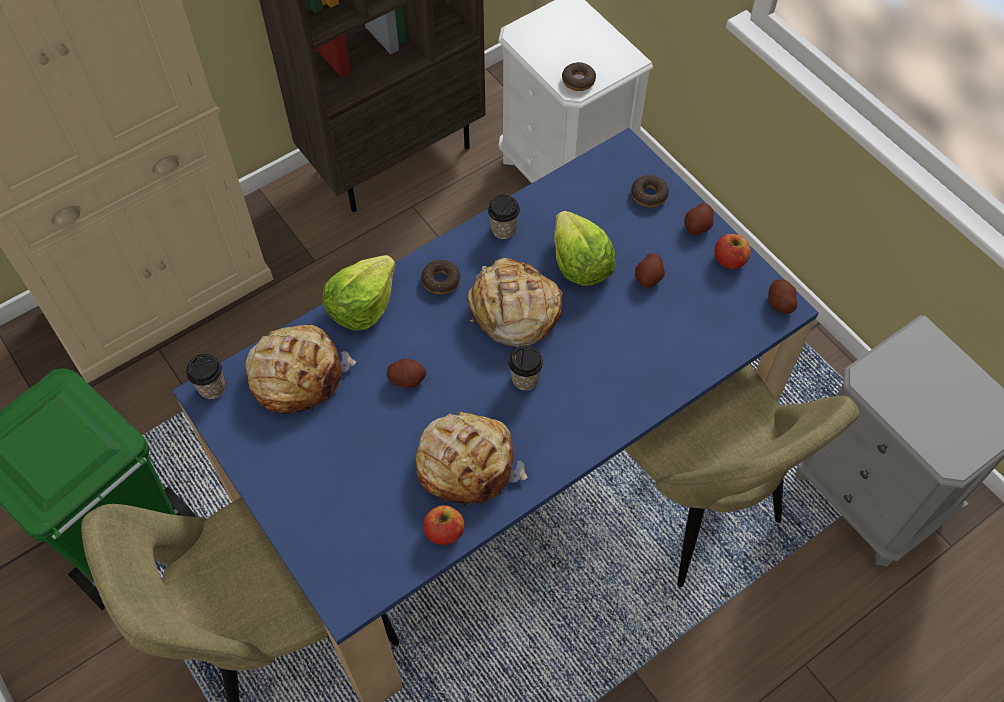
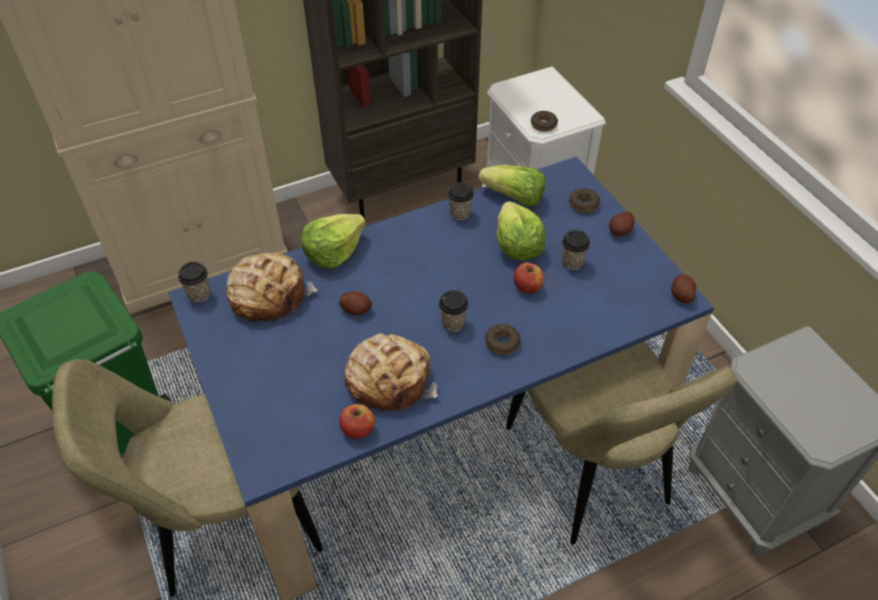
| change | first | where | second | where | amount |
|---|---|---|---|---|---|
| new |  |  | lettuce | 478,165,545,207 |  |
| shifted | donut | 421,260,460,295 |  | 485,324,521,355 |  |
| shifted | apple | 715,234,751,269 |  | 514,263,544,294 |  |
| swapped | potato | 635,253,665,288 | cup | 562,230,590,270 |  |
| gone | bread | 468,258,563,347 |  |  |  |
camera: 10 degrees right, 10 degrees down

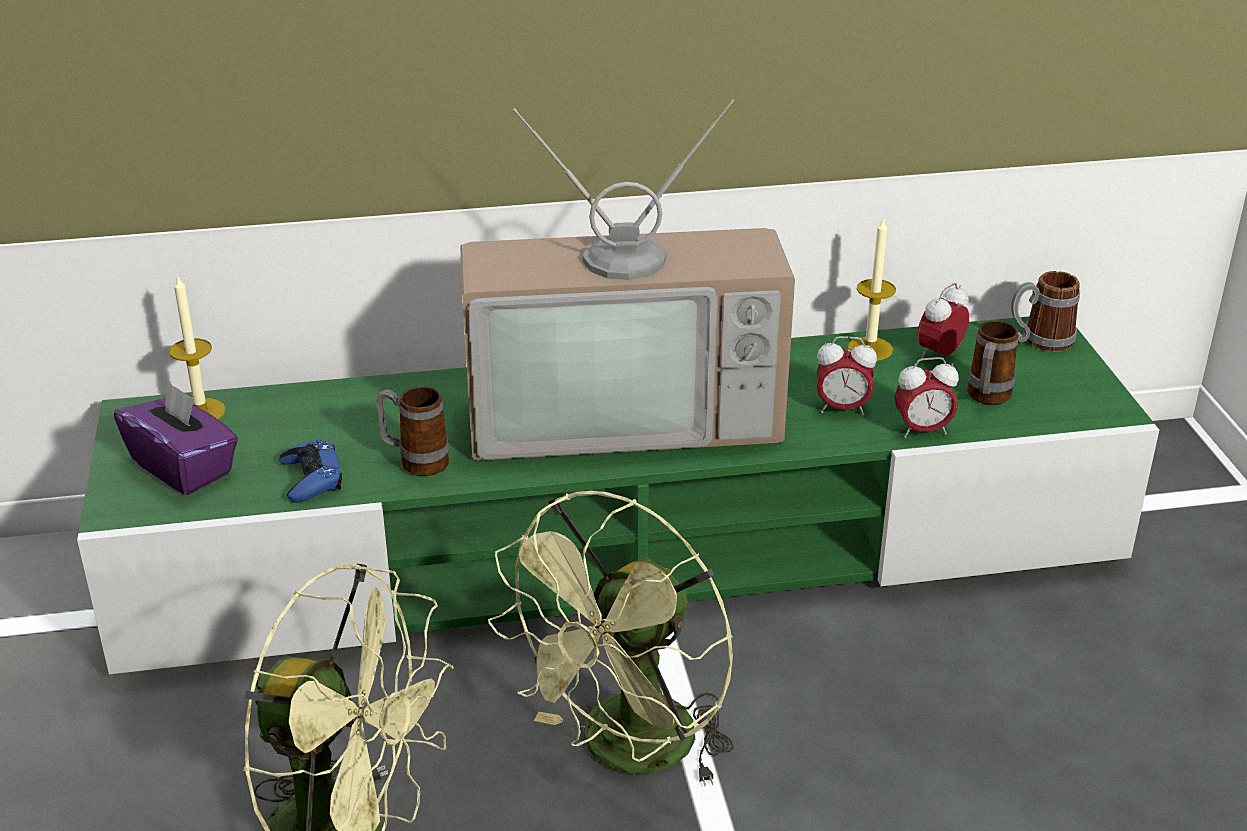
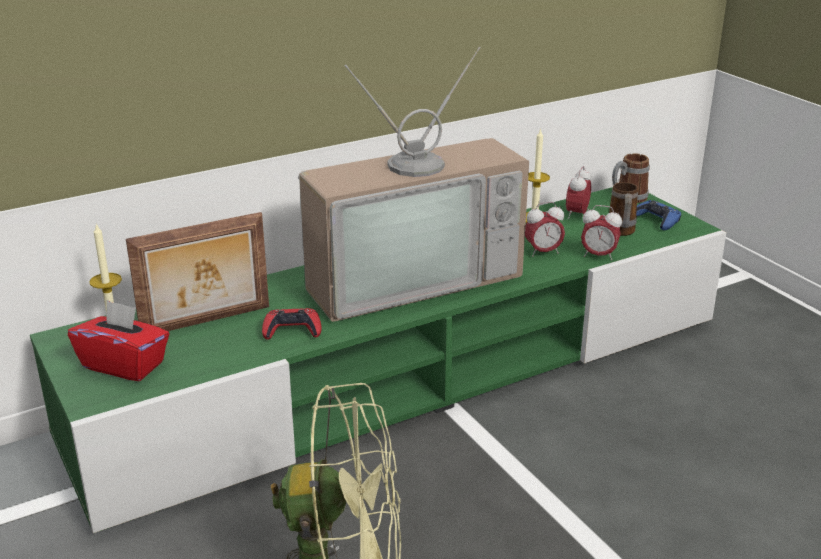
| change | first | where | second | where | amount |
|---|---|---|---|---|---|
| repainted | purple tissue box | 114,380,238,495 | red tissue box | 68,300,169,381 |  |
| new |  |  | picture frame | 126,212,269,331 |  |
| swapped | mug | 376,386,449,476 | red game controller | 262,308,322,340 |  |
| rotated | alarm clock | 895,357,959,438 |  | 581,205,622,261 | 45 degrees clockwise |
| shifted | blue game controller | 279,440,342,503 |  | 636,200,681,230 |  |
| gone | green fan | 488,491,734,787 |  |  |  |
camera: 20 degrees left, 5 degrees down

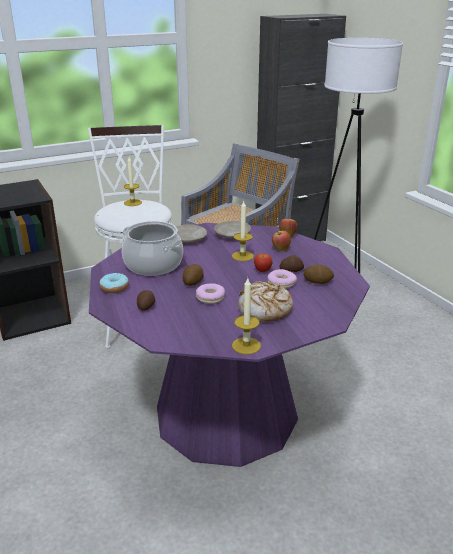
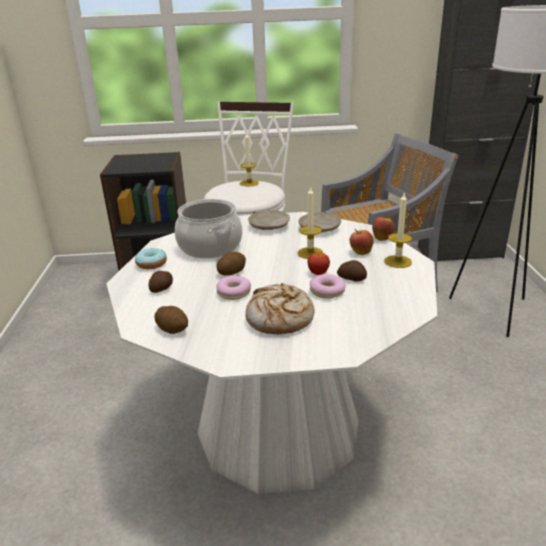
| change | first | where | second | where | amount |
|---|---|---|---|---|---|
| repainted | purple dining table | 89,223,370,467 | white dining table | 106,212,437,494 |  |
| shifted | potato | 304,264,334,284 |  | 155,306,188,334 |  |
| shifted | candle | 232,278,261,354 |  | 384,193,412,268 |  |
camera: 25 degrees right, 0 degrees up

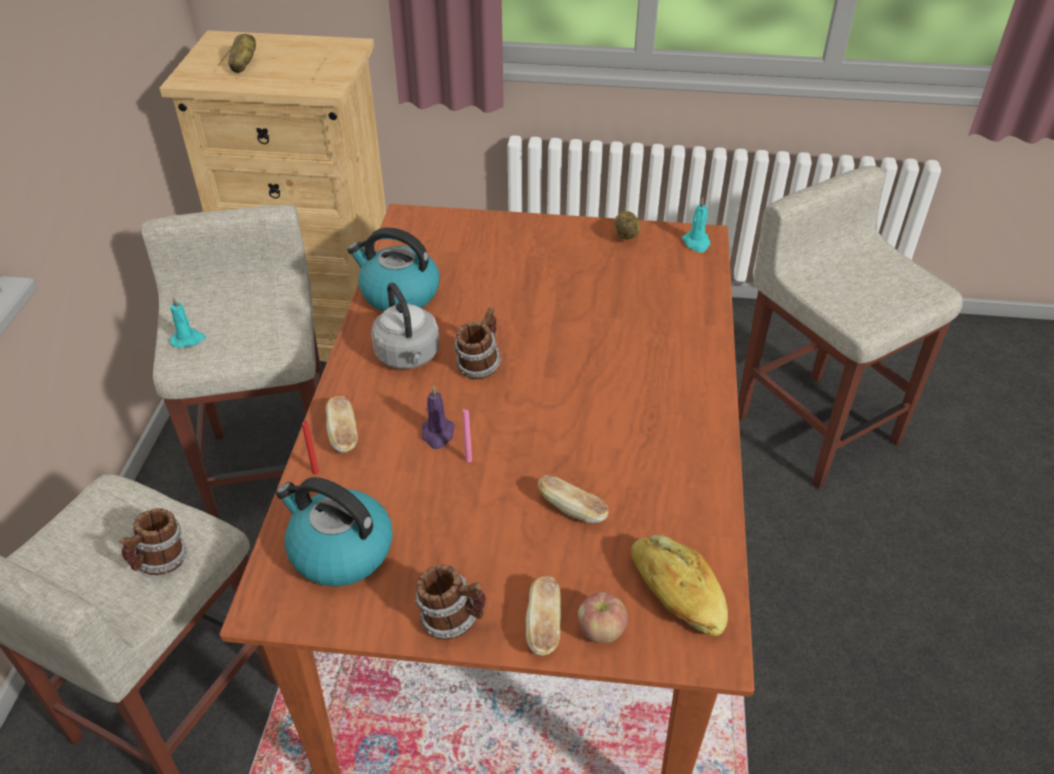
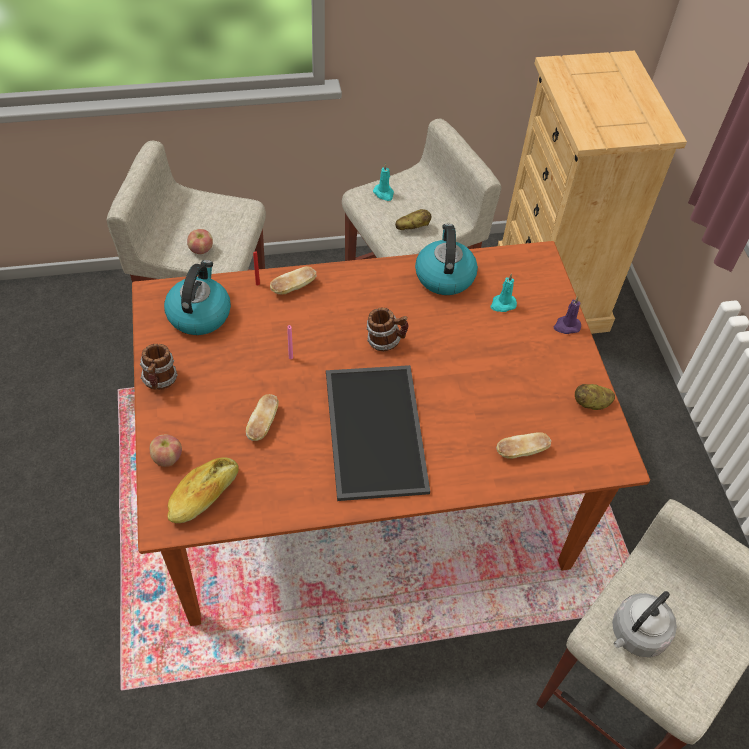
| change | first | where | second | where | amount |
|---|---|---|---|---|---|
| swapped | mug | 119,508,187,575 | apple | 187,229,213,254 |  |
| new |  |  | tray | 326,365,430,501 |  |
| shifted | potato | 228,34,256,73 |  | 395,209,431,230 |  |
| shifted | turquoise candle | 682,197,710,253 |  | 490,274,517,312 |  |
| shifted | bread | 526,576,561,656 |  | 496,432,551,459 |  |
| shifted | purple candle | 422,385,455,449 |  | 554,296,581,334 |  |
| shifted | grey kettle | 371,282,440,369 |  | 612,591,677,657 |  |
camera: 70 degrees right, 10 degrees up

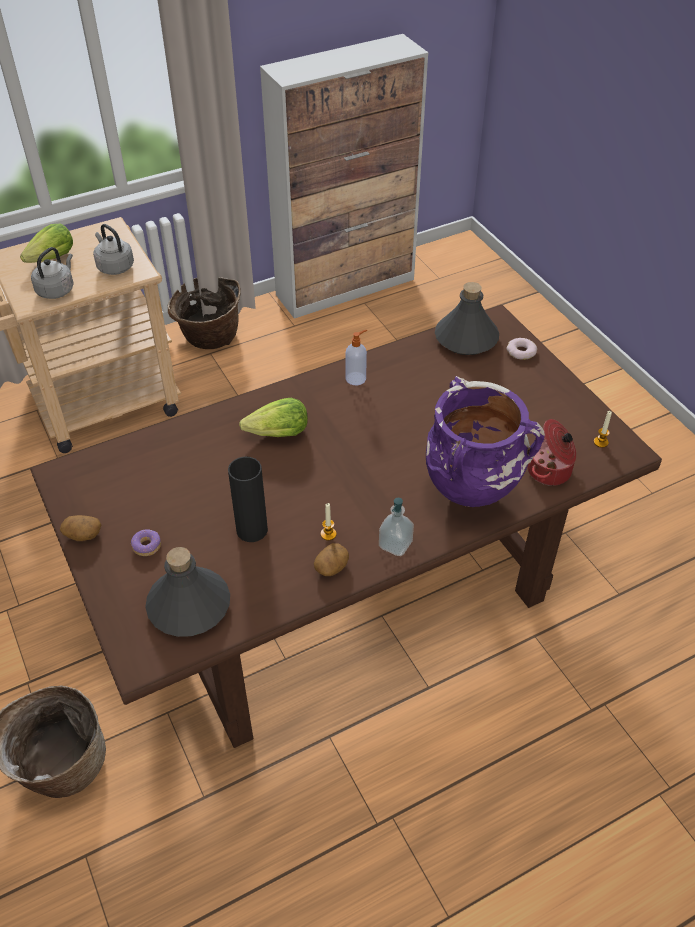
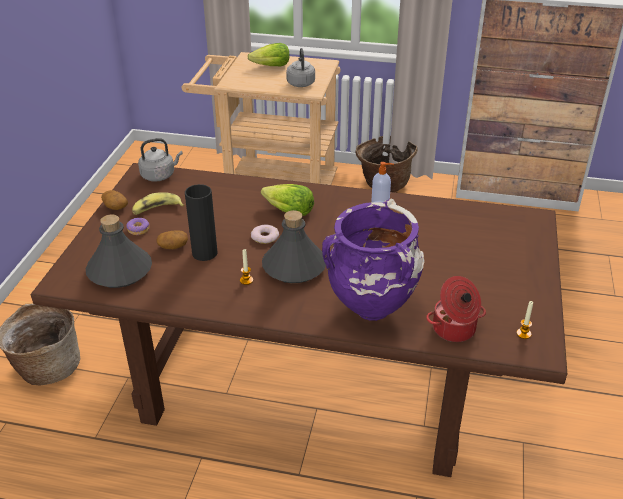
| change | first | where | second | where | amount |
|---|---|---|---|---|---|
| new |  |  | banana | 132,192,185,215 |  |
| shifted | grey kettle | 31,247,74,299 |  | 138,138,183,181 |  |
| shifted | potato | 314,543,349,576 |  | 156,231,188,249 |  |
| shifted | donut | 506,338,537,360 |  | 251,224,279,244 |  |
| shifted | grey bottle | 435,282,499,355 |  | 262,210,326,283 |  |
| gone | soap dispenser | 379,498,414,556 |  |  |  |
camera: 40 degrees right, 10 degrees down

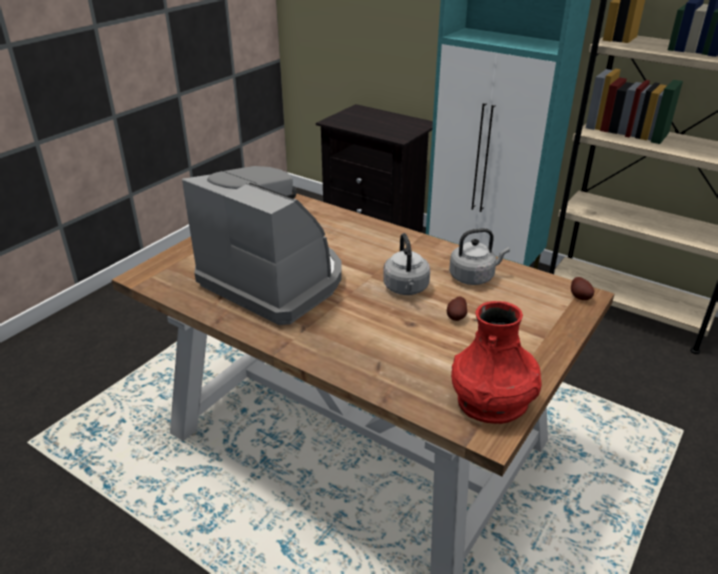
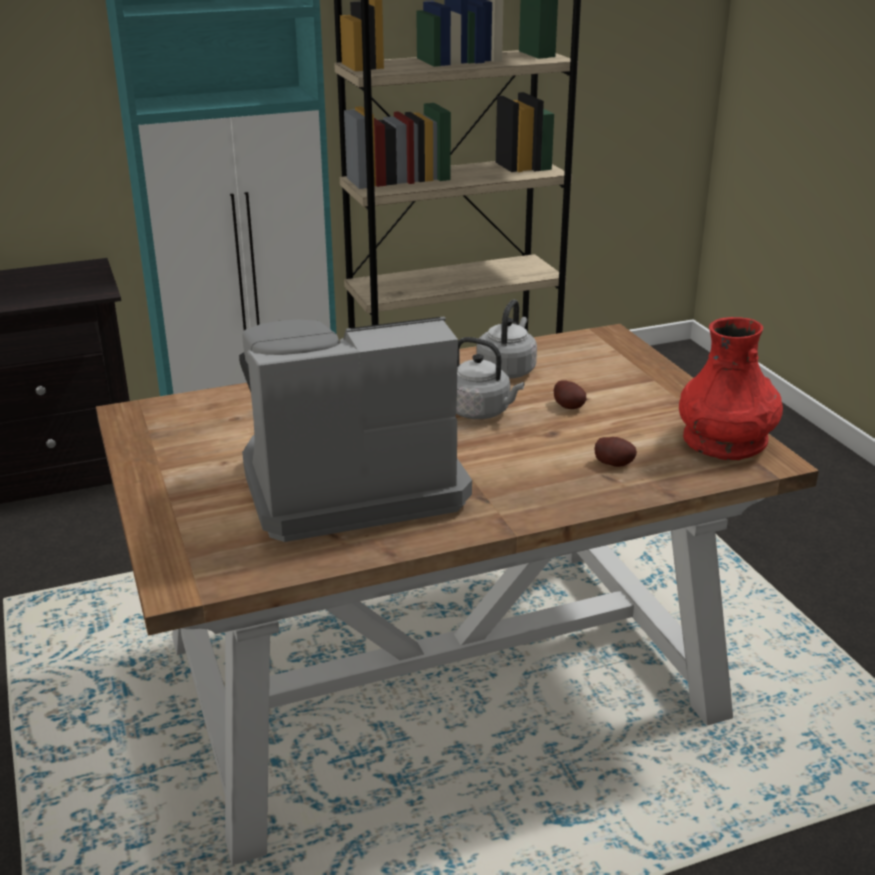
| change | first | where | second | where | amount |
|---|---|---|---|---|---|
| shifted | potato | 571,277,594,300 |  | 595,437,637,467 |  |
camera: 55 degrees left, 5 degrees down

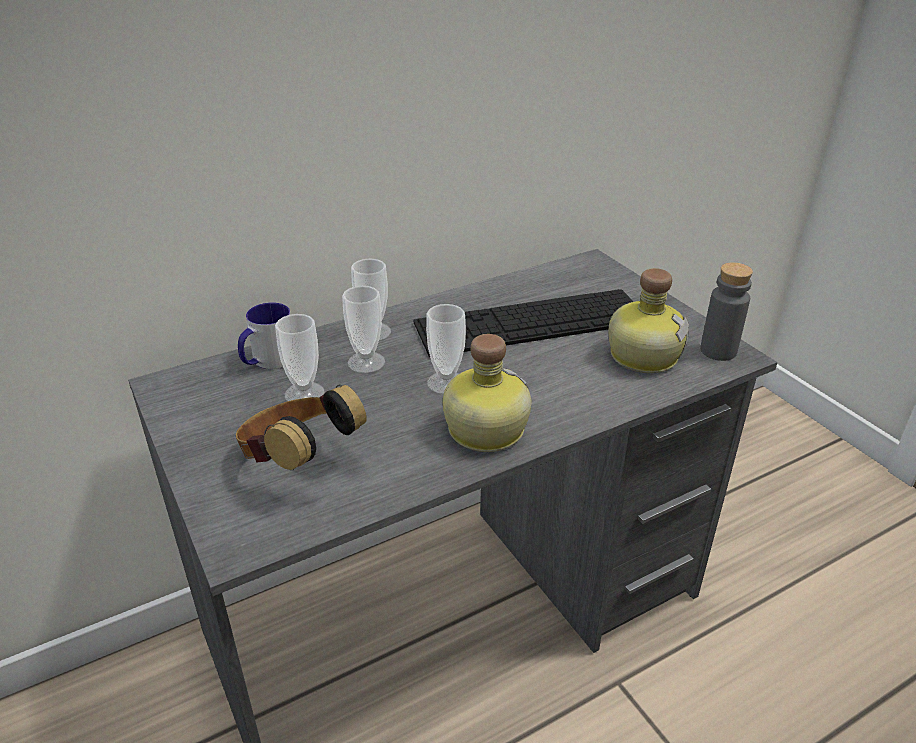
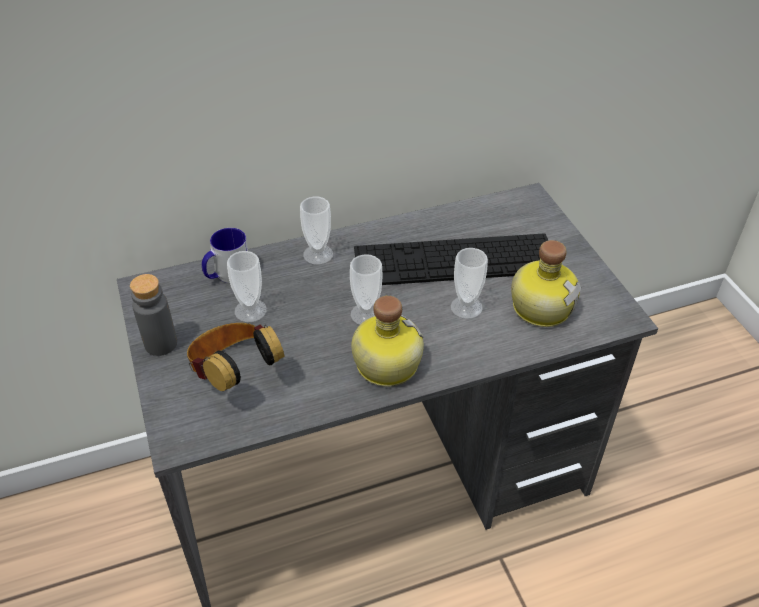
| change | first | where | second | where | amount |
|---|---|---|---|---|---|
| shifted | grey bottle | 700,262,753,361 |  | 130,274,177,356 |  |
| shifted | cup | 342,286,385,373 |  | 450,248,488,319 |  |
camera: 10 degrees right, 10 degrees up

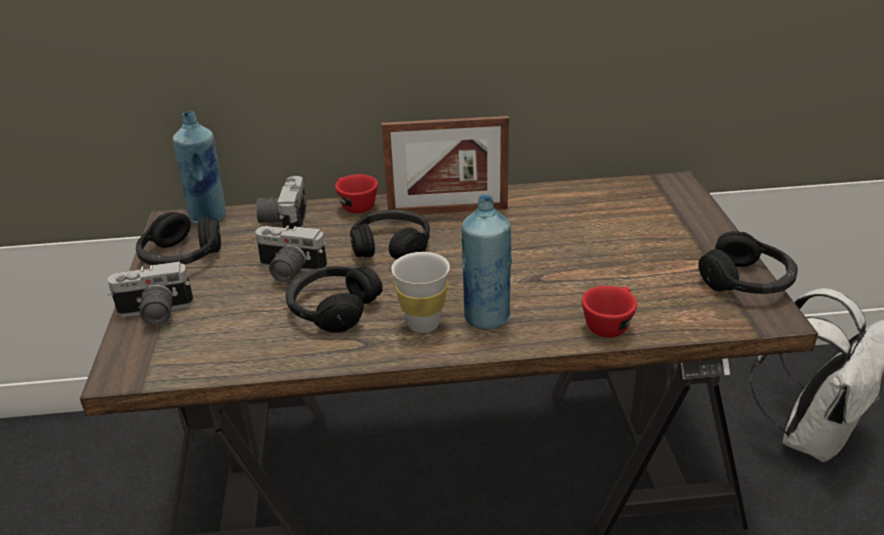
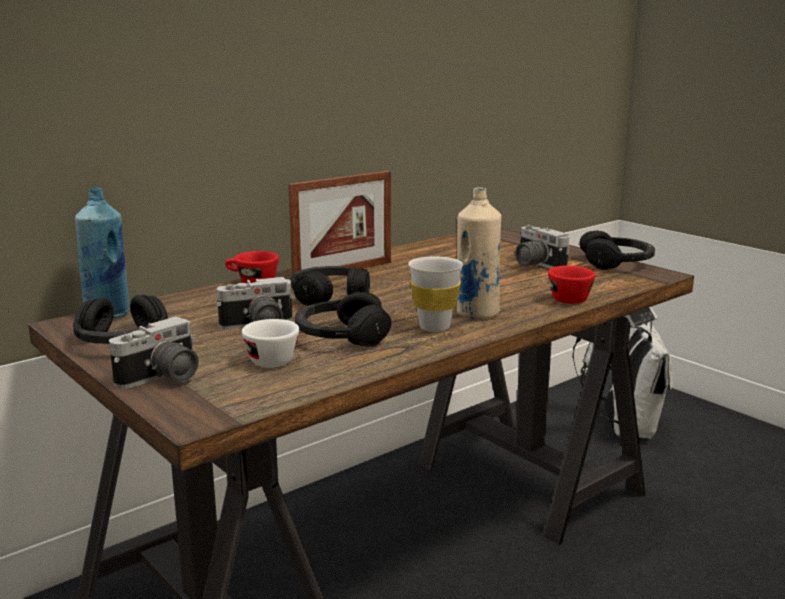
| change | first | where | second | where | amount |
|---|---|---|---|---|---|
| new |  |  | white cup | 242,319,299,368 |  |
| repainted | blue bottle | 462,194,512,330 | beige bottle | 457,188,502,320 |  |
| shifted | photo camera | 256,176,307,229 |  | 515,225,570,268 |  |
camera: 35 degrees left, 15 degrees down

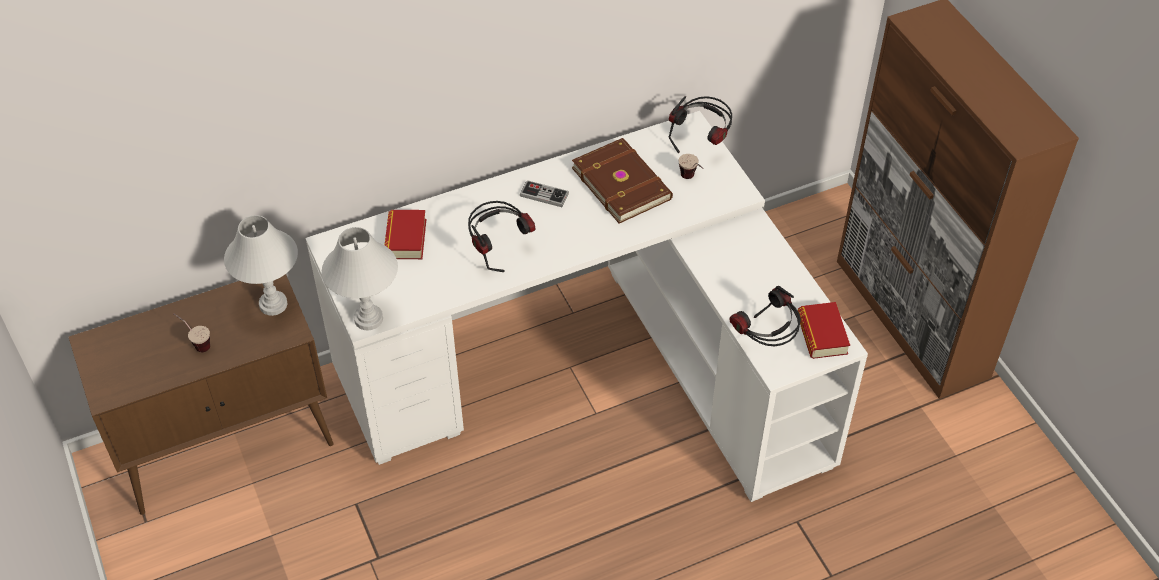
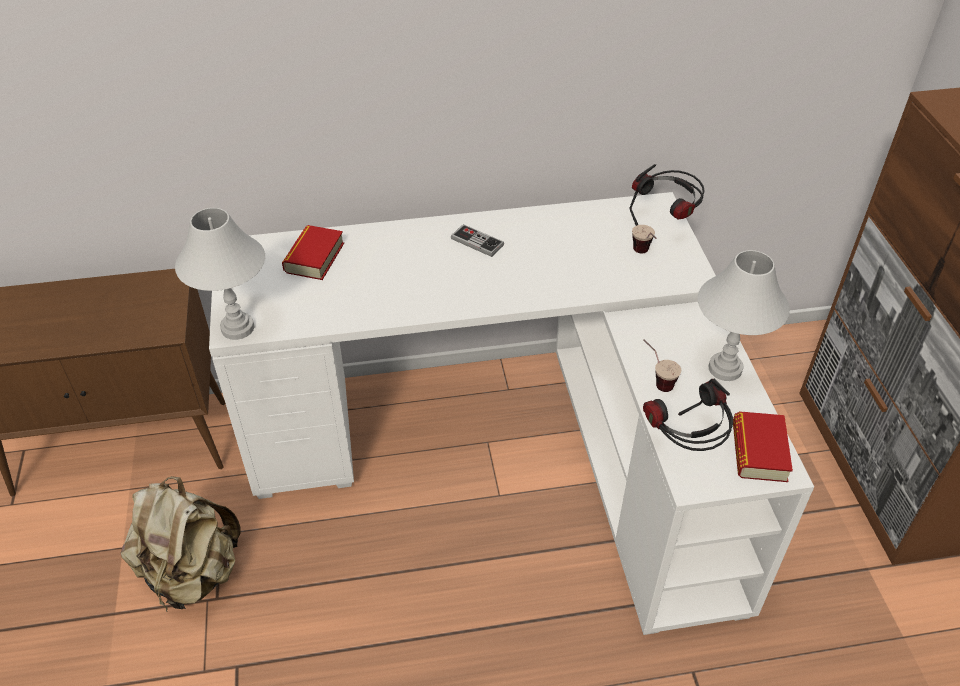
| change | first | where | second | where | amount |
|---|---|---|---|---|---|
| new |  |  | beige backpack | 121,476,241,612 |  |
| shifted | cup | 174,314,210,352 |  | 643,339,681,392 |  |
| shifted | white table lamp | 224,215,298,316 |  | 698,250,790,381 |  |
| gone | headphones | 468,201,535,272 |  |  |  |
| gone | brown book | 572,138,673,224 |  |  |  |
camera: 15 degrees right, 5 degrees down

